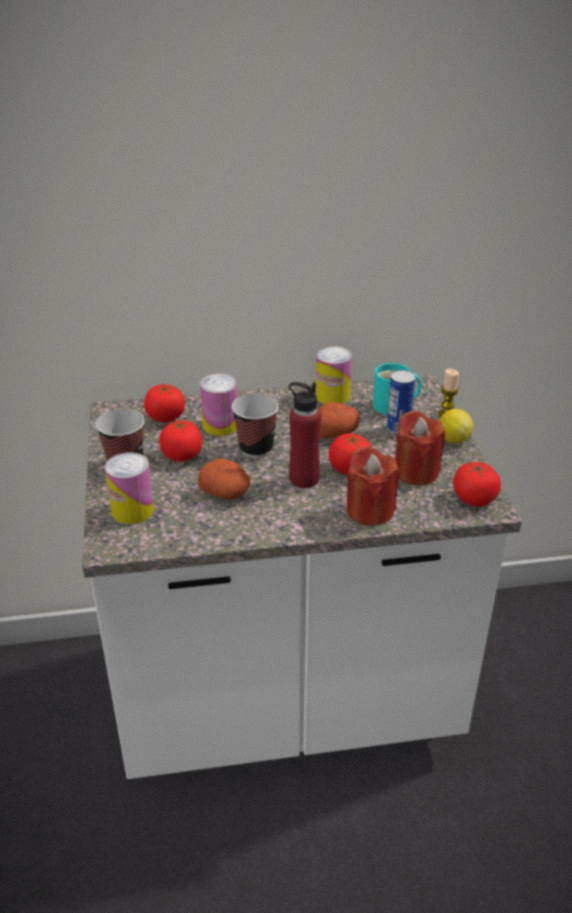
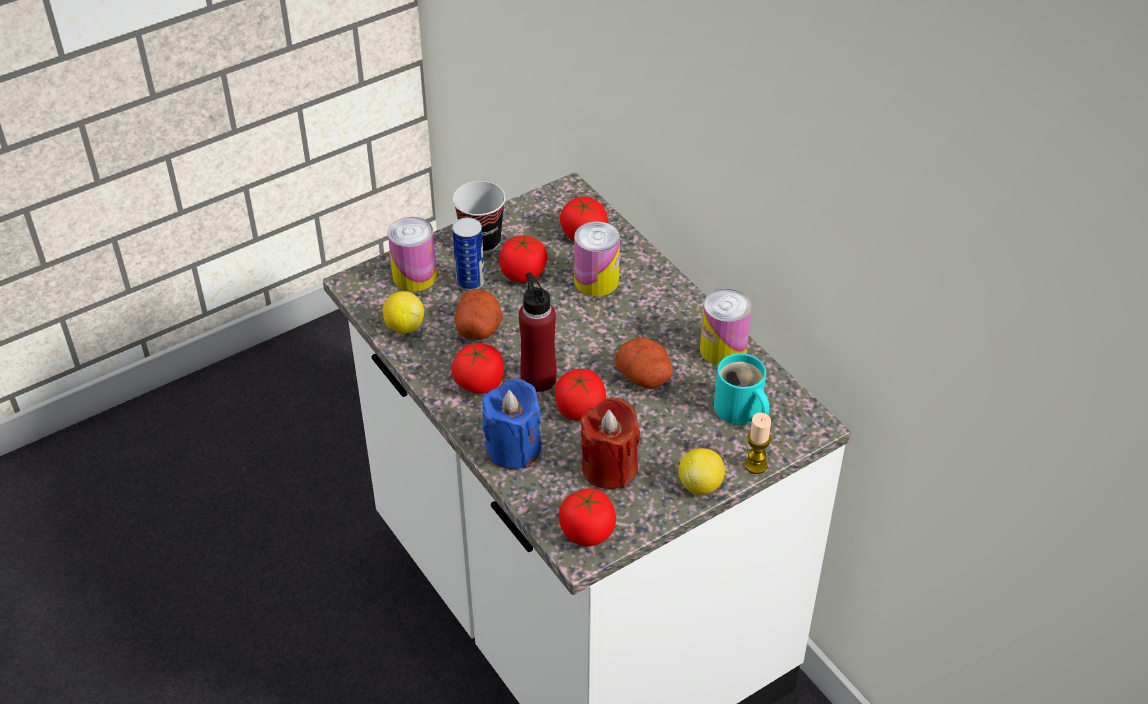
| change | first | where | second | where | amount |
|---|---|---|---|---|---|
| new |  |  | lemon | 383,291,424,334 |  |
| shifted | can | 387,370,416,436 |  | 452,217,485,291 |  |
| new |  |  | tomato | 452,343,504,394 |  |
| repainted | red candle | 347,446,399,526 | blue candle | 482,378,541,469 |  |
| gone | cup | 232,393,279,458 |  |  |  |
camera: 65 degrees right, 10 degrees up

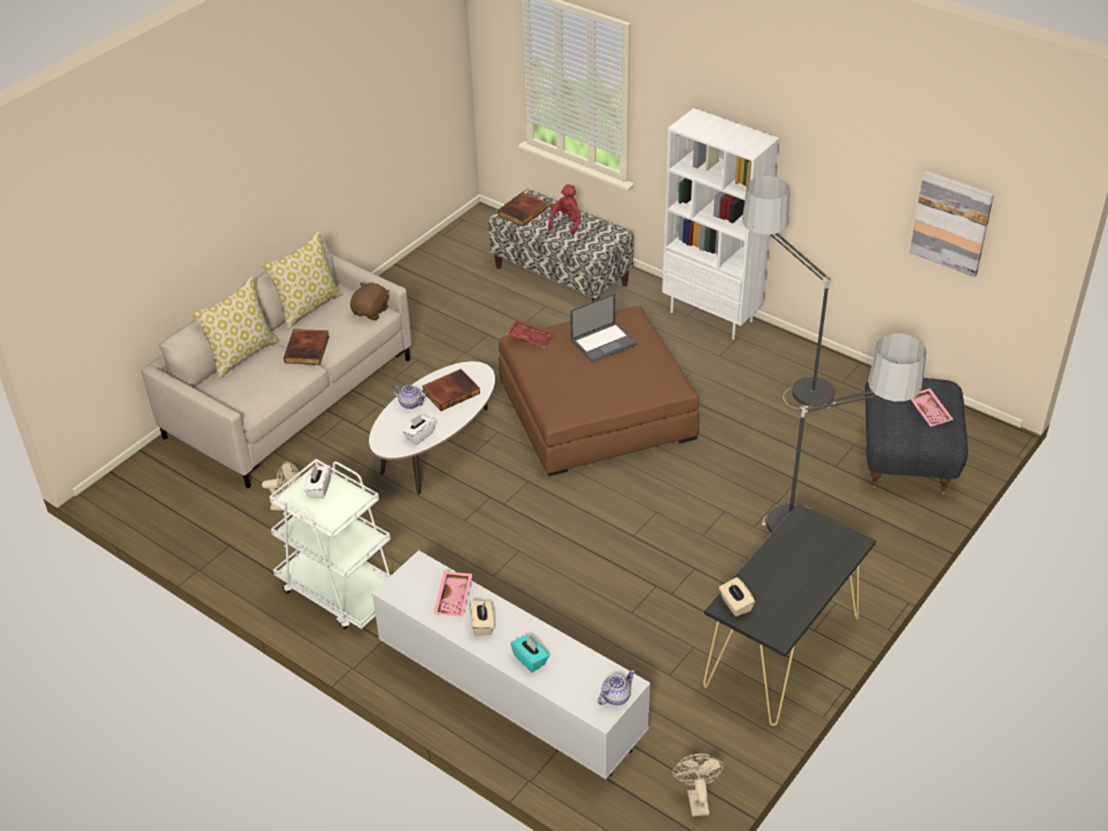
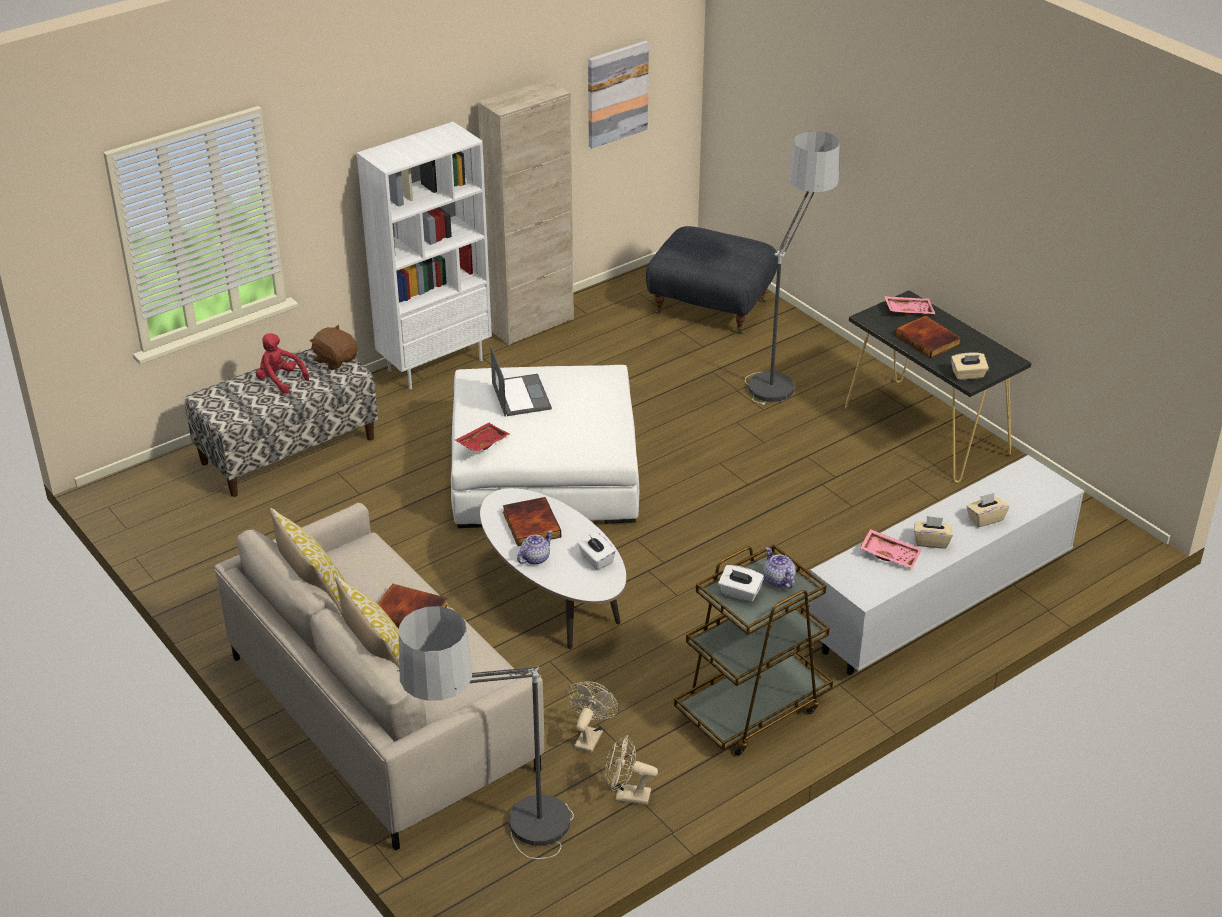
| change | first | where | second | where | amount |
|---|---|---|---|---|---|
| shifted | brown plush toy | 350,282,389,320 |  | 310,325,357,370 |  |
| shifted | floor lamp | 742,176,836,409 |  | 397,606,574,859 |  |
| repainted | brown ottoman | 499,306,699,476 | white ottoman | 451,365,639,528 |  |
| new |  |  | beige cabinet | 478,80,574,345 |  |
| shifted | beige fan | 672,754,724,817 |  | 605,735,658,805 |  |
| repainted | white cart | 269,459,391,629 | brown cart | 674,544,833,756 |  |
| shifted | teapot | 598,670,635,705 |  | 763,547,796,588 |  |
| shifted | pink tray | 911,388,954,427 |  | 884,296,935,316 |  |
| shifted | book | 498,193,548,227 |  | 895,316,961,358 |  |
| repainted | turquoise tissue box | 510,635,549,672 | beige tissue box | 966,493,1009,527 |  |
camera: 75 degrees left, 5 degrees down

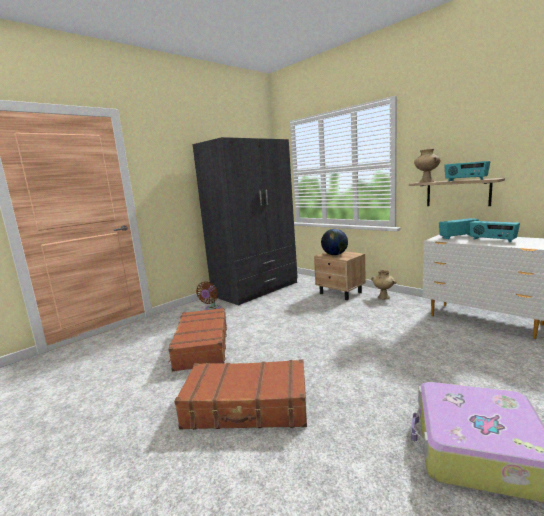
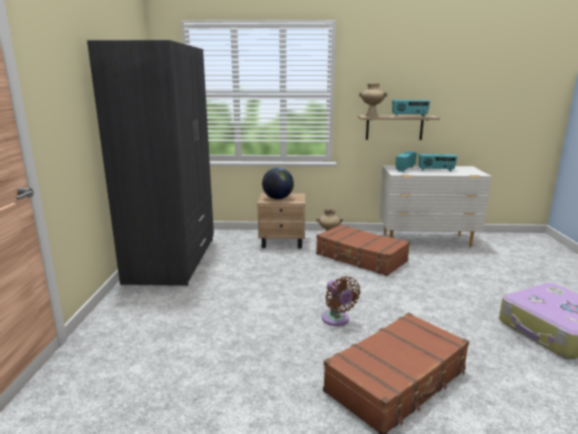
| change | first | where | second | where | amount |
|---|---|---|---|---|---|
| shifted | brown suitcase | 168,308,227,372 |  | 316,224,410,276 |  |
| shifted | brown fan | 196,281,221,310 |  | 322,276,360,326 |  |
camera: 45 degrees left, 5 degrees up

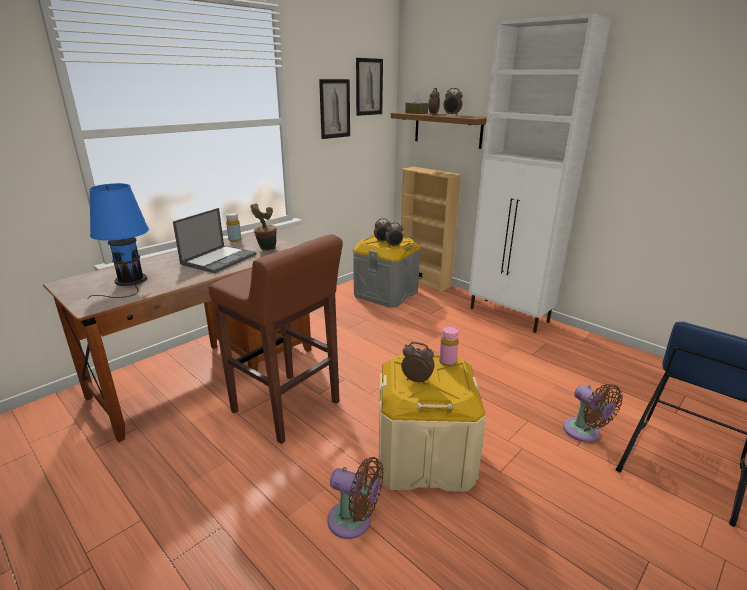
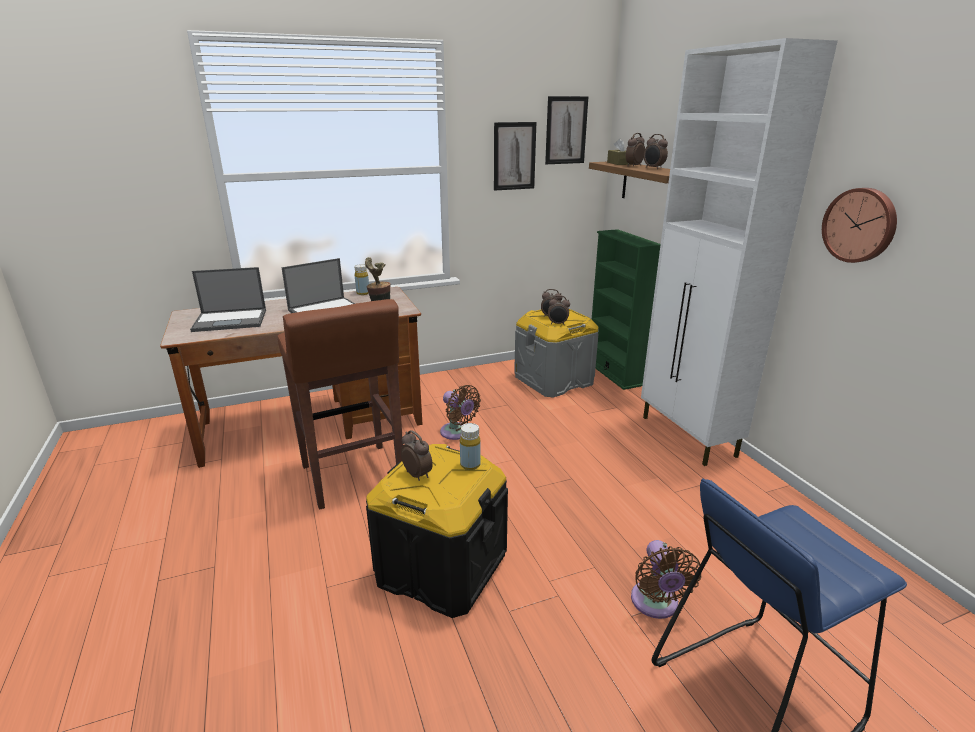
| change | first | where | second | where | amount |
|---|---|---|---|---|---|
| swapped | blue table lamp | 87,183,149,299 | laptop | 190,267,266,332 |  |
| repainted | beige storage box | 378,354,486,492 | black storage box | 366,444,508,618 |  |
| shifted | brown fan | 328,457,384,539 |  | 440,385,481,440 |  |
| repainted | pink bottle | 439,326,459,366 | yellow bottle | 460,423,481,470 |  |
| repainted | beige bookcase | 401,167,462,292 | green bookcase | 592,229,661,390 |  |
| new |  |  | wall clock | 822,188,897,263 |  |
camera: 25 degrees right, 0 degrees up

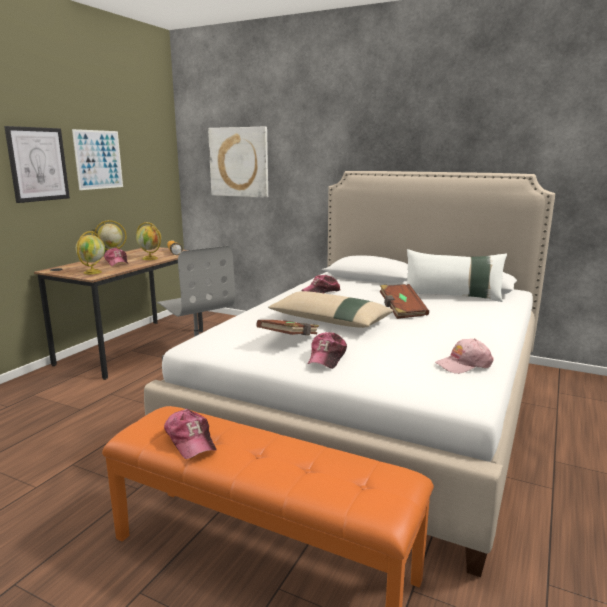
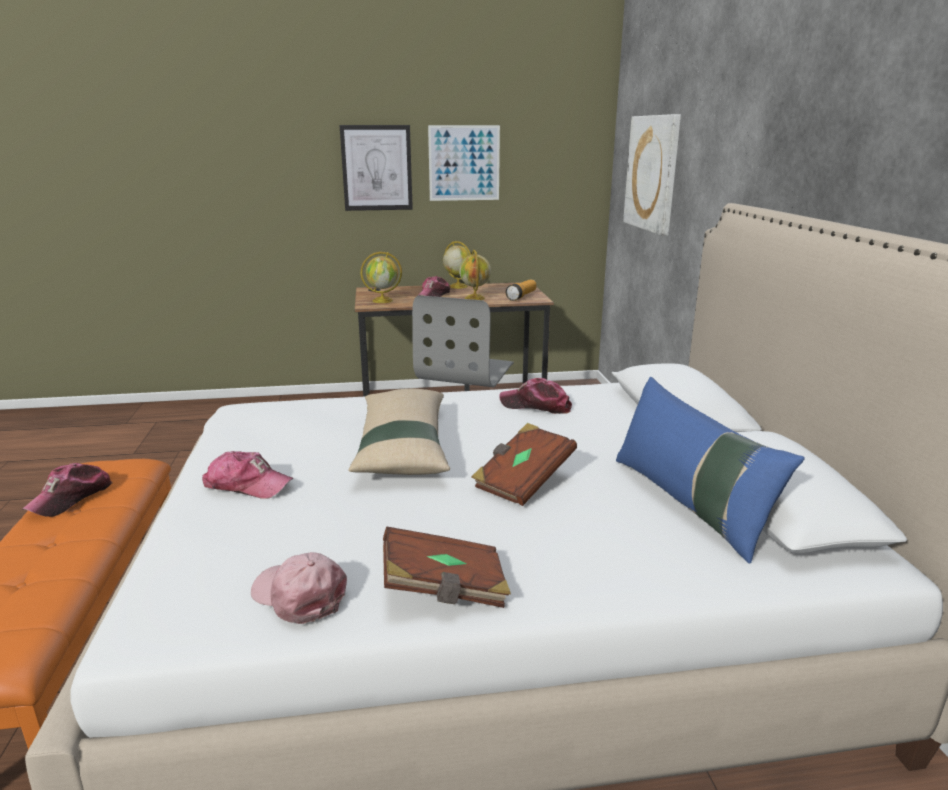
| change | first | where | second | where | amount |
|---|---|---|---|---|---|
| rotated | cap | 308,332,347,369 |  | 202,451,294,499 | 150 degrees counterclockwise |
| shifted | brown book | 257,320,319,335 |  | 383,527,511,608 |  |
| repainted | white pillow | 406,249,507,302 | blue pillow | 616,377,805,564 |  |
camera: 55 degrees right, 5 degrees up

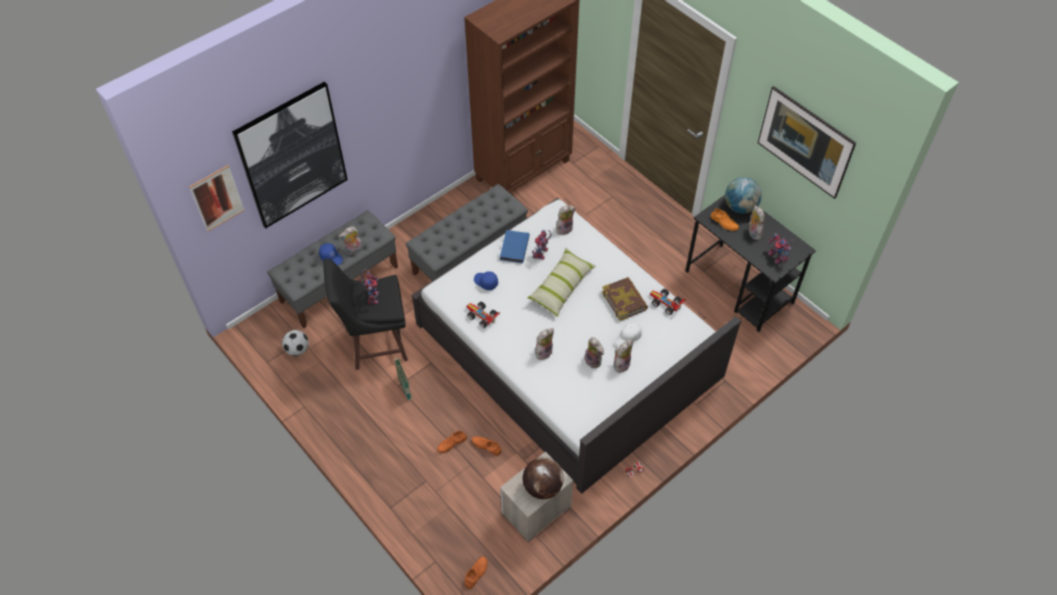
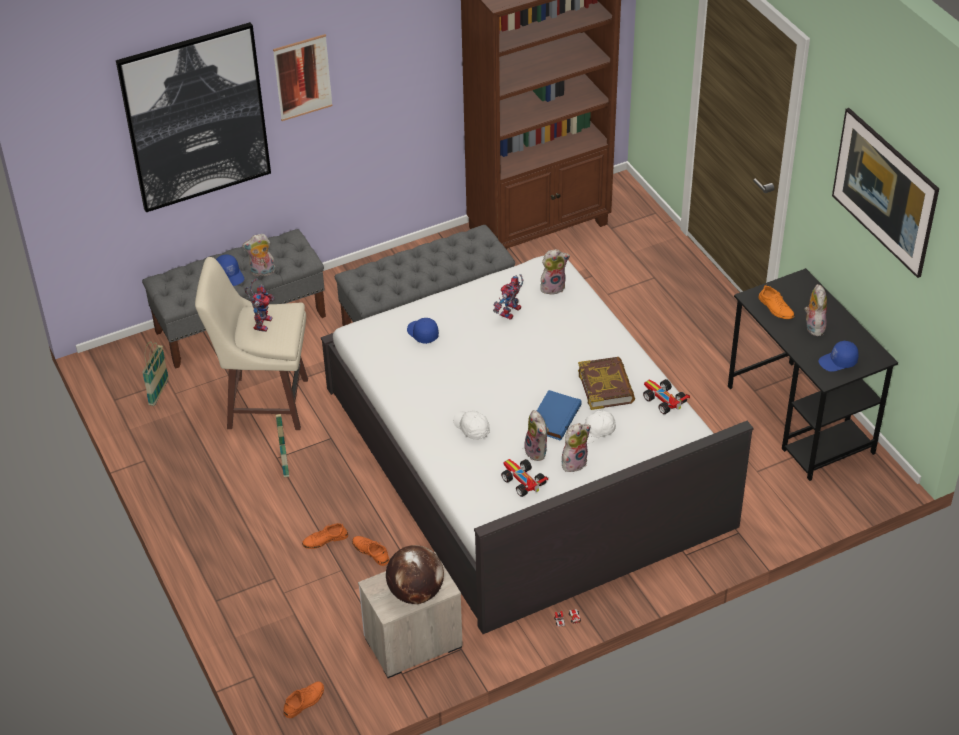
| change | first | where | second | where | amount |
|---|---|---|---|---|---|
| swapped | football | 282,330,309,356 | basket | 142,341,169,406 |  |
| repainted | black stool | 323,259,408,370 | beige stool | 195,257,308,430 |  |
| shifted | picture | 189,165,245,232 |  | 273,34,333,121 |  |
| swapped | plush toy | 535,328,554,360 | white cap | 453,411,490,440 |  |
| shifted | toy car | 467,301,500,328 |  | 501,459,548,497 |  |
| shifted | blue book | 500,230,529,264 |  | 537,390,582,441 |  |
| swapped | toy robot | 767,229,794,264 | blue cap | 818,341,859,371 |  |
| gone | pillow | 527,248,596,317 |  |  |  |
| gone | globe | 725,177,762,213 |  |  |  |
camera: 15 degrees right, 10 degrees down

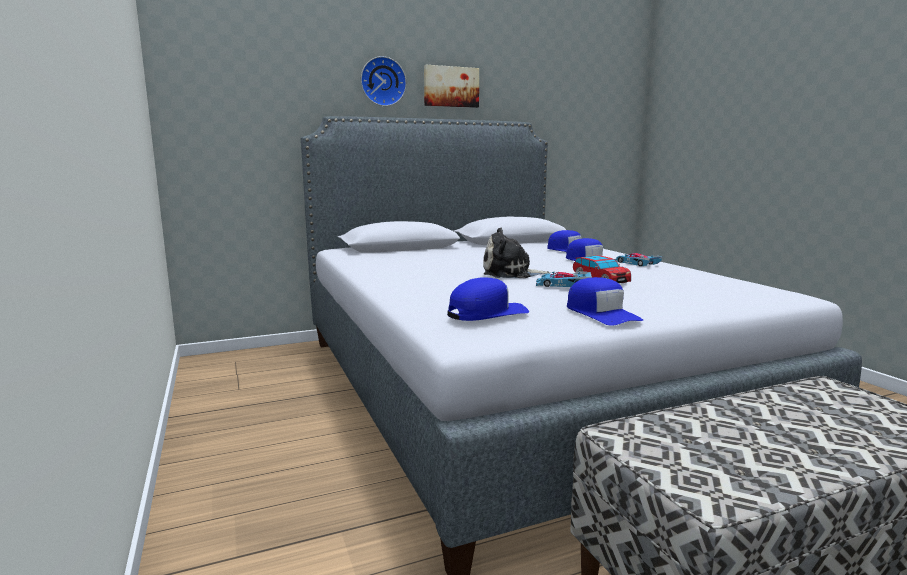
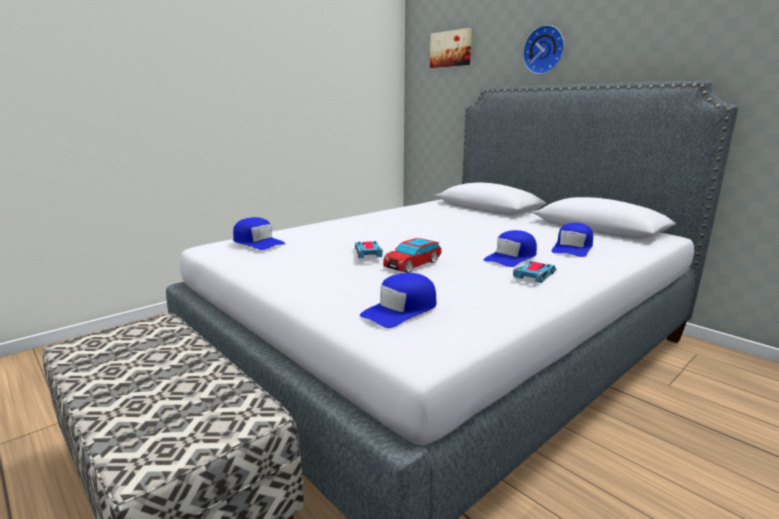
| change | first | where | second | where | amount |
|---|---|---|---|---|---|
| shifted | blue cap | 567,277,643,326 |  | 360,273,437,328 |  |
| shifted | picture | 424,65,479,108 |  | 430,28,472,68 |  |
| gone | plush toy | 483,228,550,278 |  |  |  |
camera: 70 degrees right, 5 degrees up

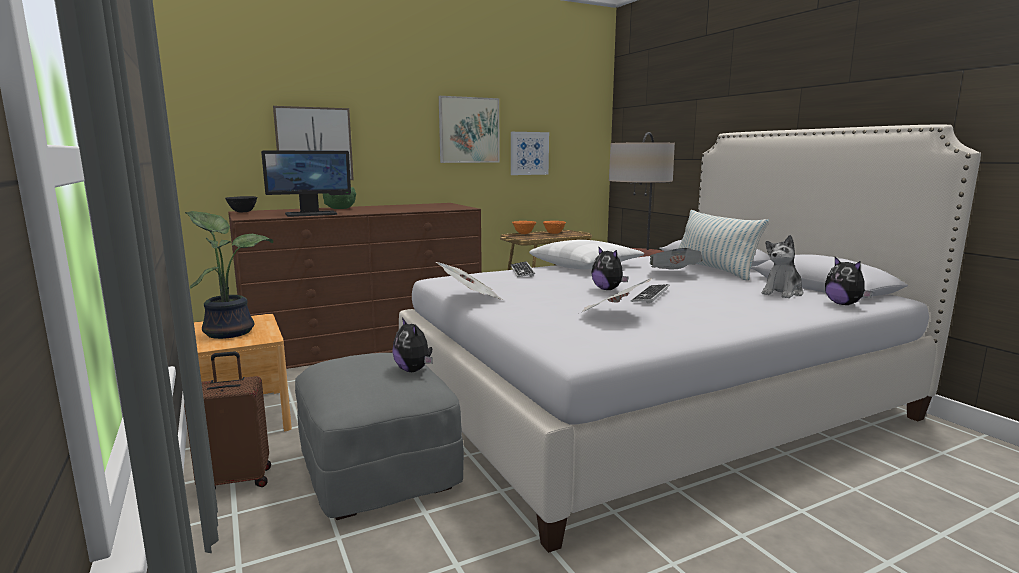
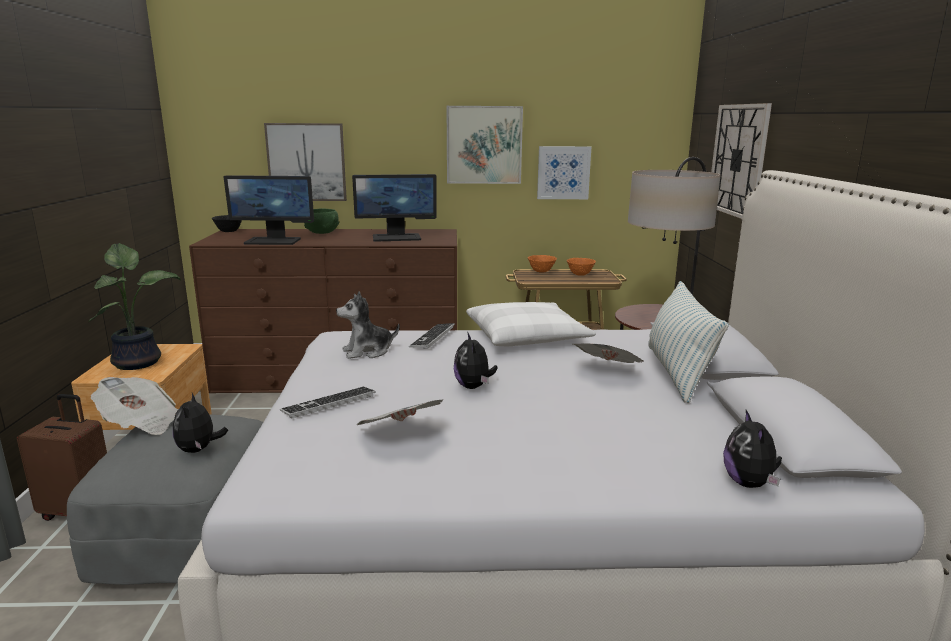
| change | first | where | second | where | amount |
|---|---|---|---|---|---|
| shifted | newspaper | 436,262,503,300 |  | 91,377,178,435 |  |
| shifted | keyboard | 631,284,670,303 |  | 280,387,376,419 |  |
| shifted | plush toy | 762,235,804,298 |  | 336,291,399,359 |  |
| new |  |  | monitor | 352,174,436,242 |  |
| new |  |  | wall clock | 711,103,772,219 |  |
camera: 25 degrees right, 5 degrees up

